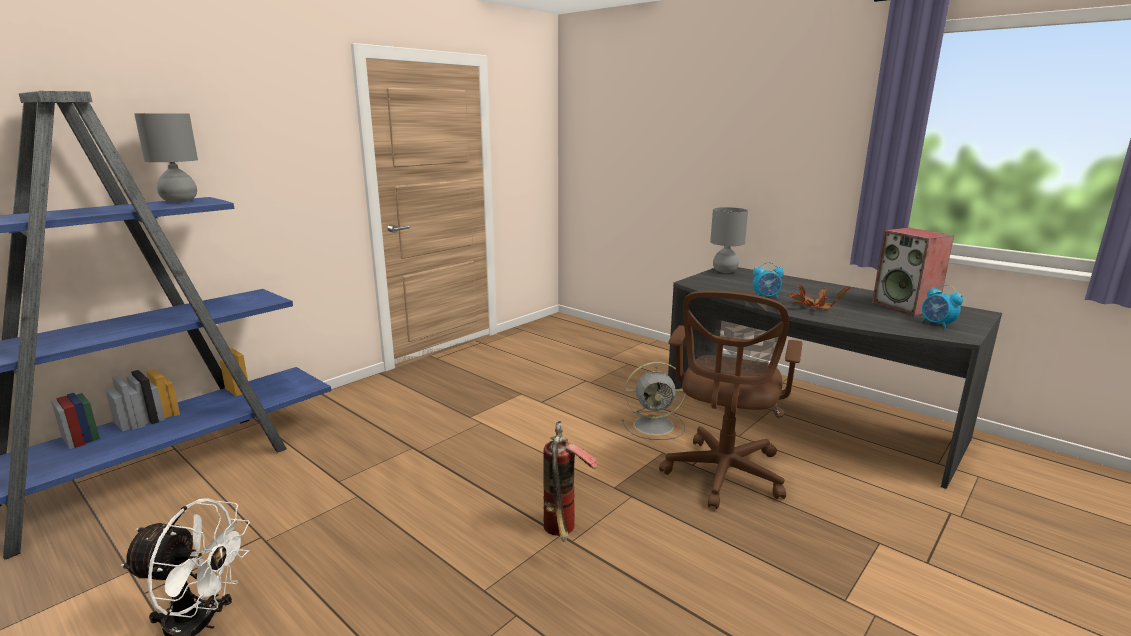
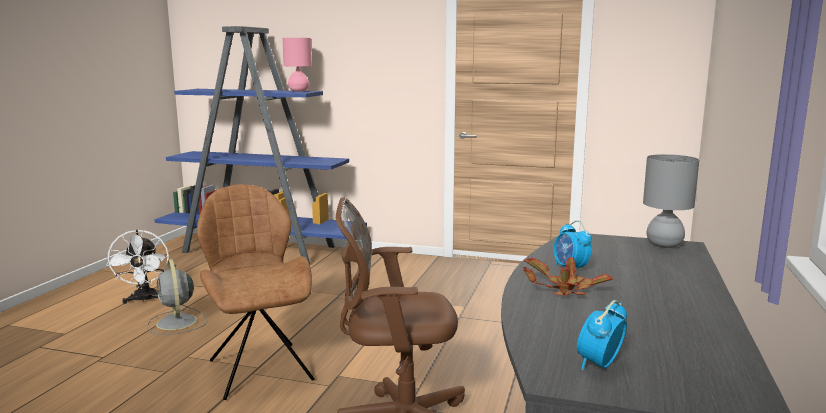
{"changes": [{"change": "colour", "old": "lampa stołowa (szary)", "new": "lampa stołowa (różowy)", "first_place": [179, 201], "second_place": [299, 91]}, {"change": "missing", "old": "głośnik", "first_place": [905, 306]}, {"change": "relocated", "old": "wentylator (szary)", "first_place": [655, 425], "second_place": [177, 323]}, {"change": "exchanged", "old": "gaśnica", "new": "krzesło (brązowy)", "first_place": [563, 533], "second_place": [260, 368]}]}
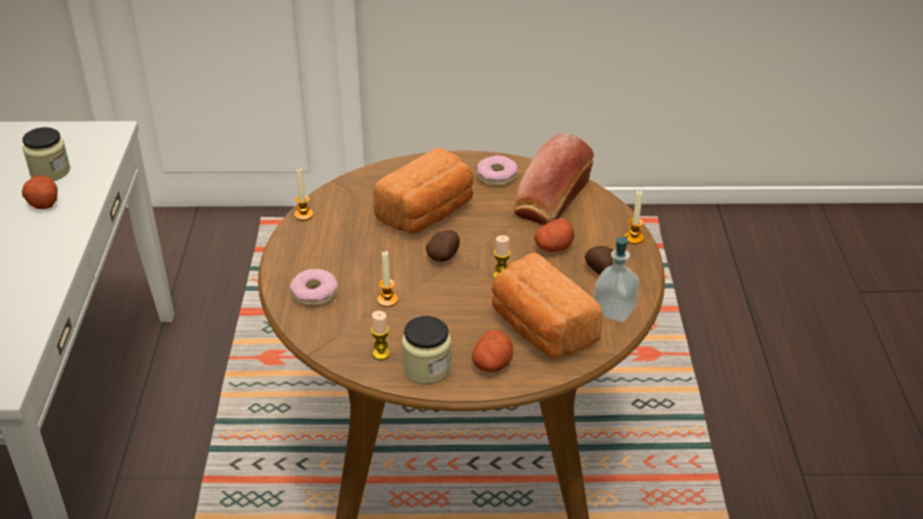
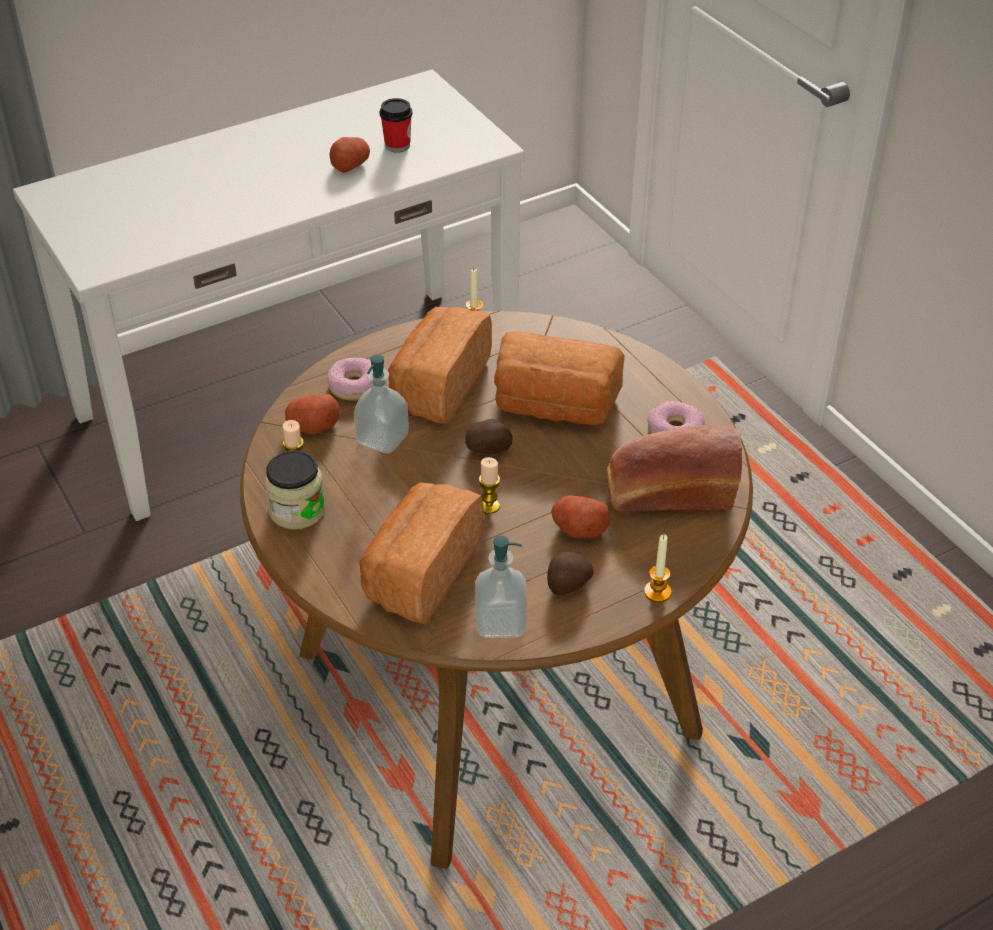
{"changes": [{"change": "exchanged", "old": "słoik", "new": "filiżanka", "first_place": [50, 171], "second_place": [397, 146]}, {"change": "exchanged", "old": "świeca", "new": "dozownik mydła", "first_place": [387, 300], "second_place": [382, 439]}, {"change": "relocated", "old": "ziemniak", "first_place": [492, 364], "second_place": [313, 426]}, {"change": "appeared", "new": "chleb", "second_place": [438, 385]}]}
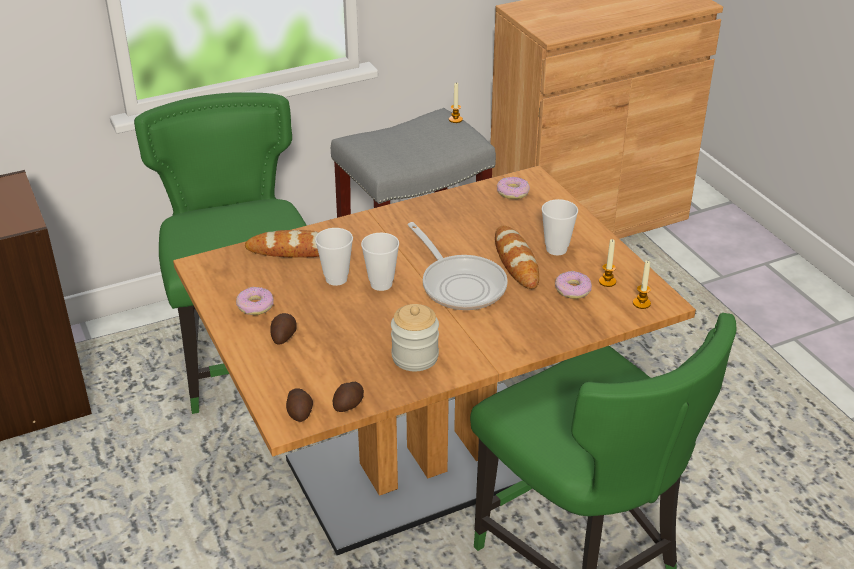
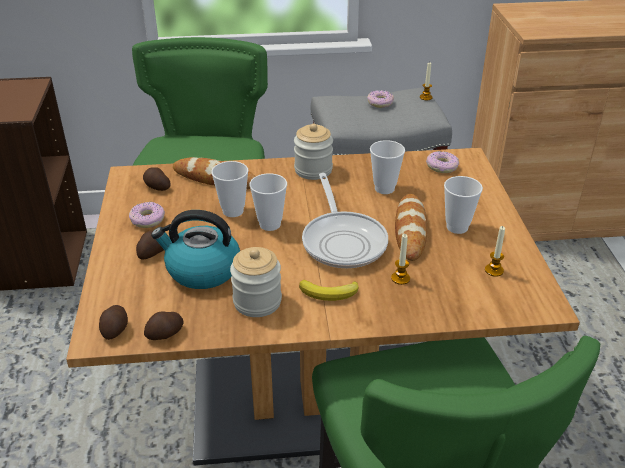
{"changes": [{"change": "relocated", "old": "świeca", "first_place": [641, 303], "second_place": [400, 278]}, {"change": "relocated", "old": "donut", "first_place": [572, 290], "second_place": [380, 103]}, {"change": "appeared", "new": "słoik", "second_place": [313, 170]}, {"change": "appeared", "new": "filiżanka", "second_place": [384, 188]}, {"change": "appeared", "new": "ziemniak", "second_place": [157, 187]}, {"change": "appeared", "new": "czajnik", "second_place": [202, 270]}, {"change": "appeared", "new": "banan", "second_place": [330, 293]}]}
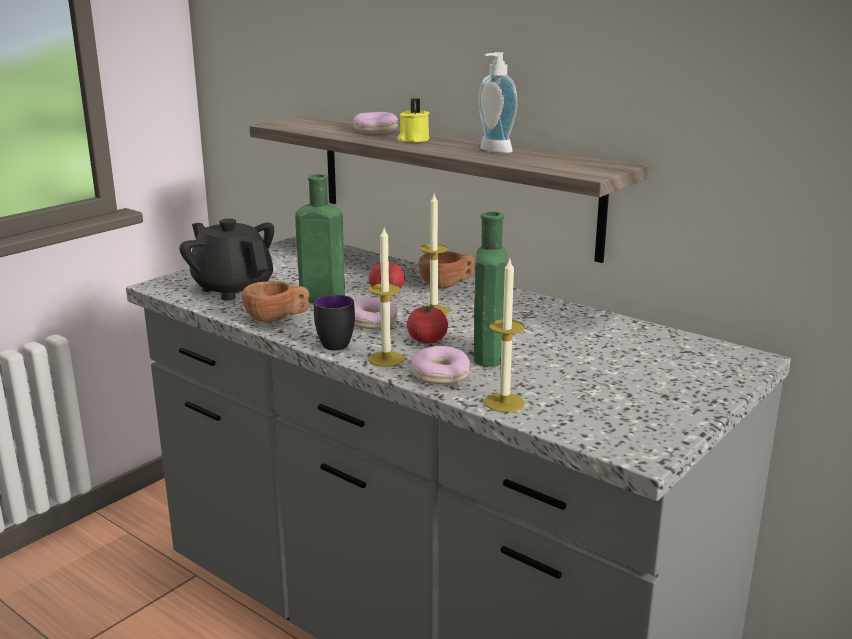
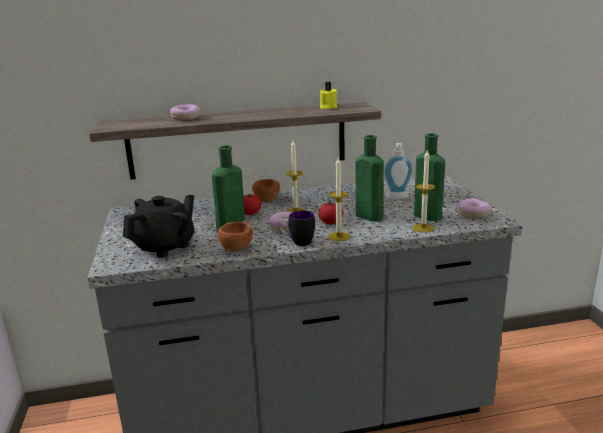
{"changes": [{"change": "relocated", "old": "dozownik mydła", "first_place": [493, 151], "second_place": [398, 198]}, {"change": "relocated", "old": "świeca (żółty)", "first_place": [413, 140], "second_place": [327, 107]}, {"change": "spun", "old": "imbryk (czarny)", "first_place": [233, 289], "second_place": [165, 247], "degrees": 135}, {"change": "relocated", "old": "donut", "first_place": [440, 375], "second_place": [473, 213]}, {"change": "appeared", "new": "butelka (zielony)", "second_place": [429, 216]}]}
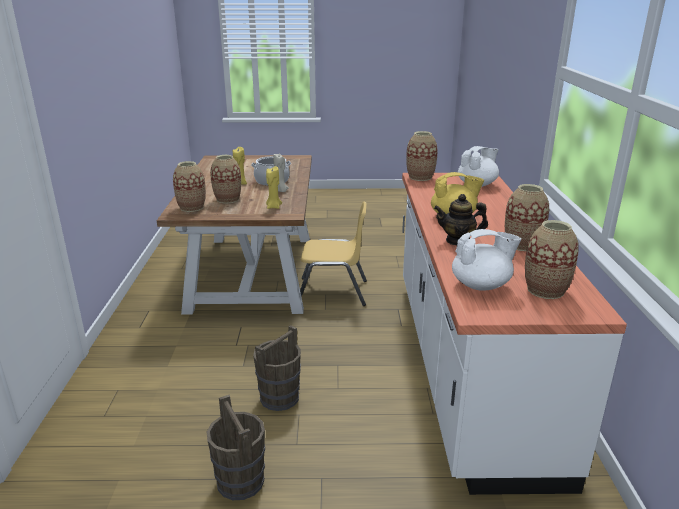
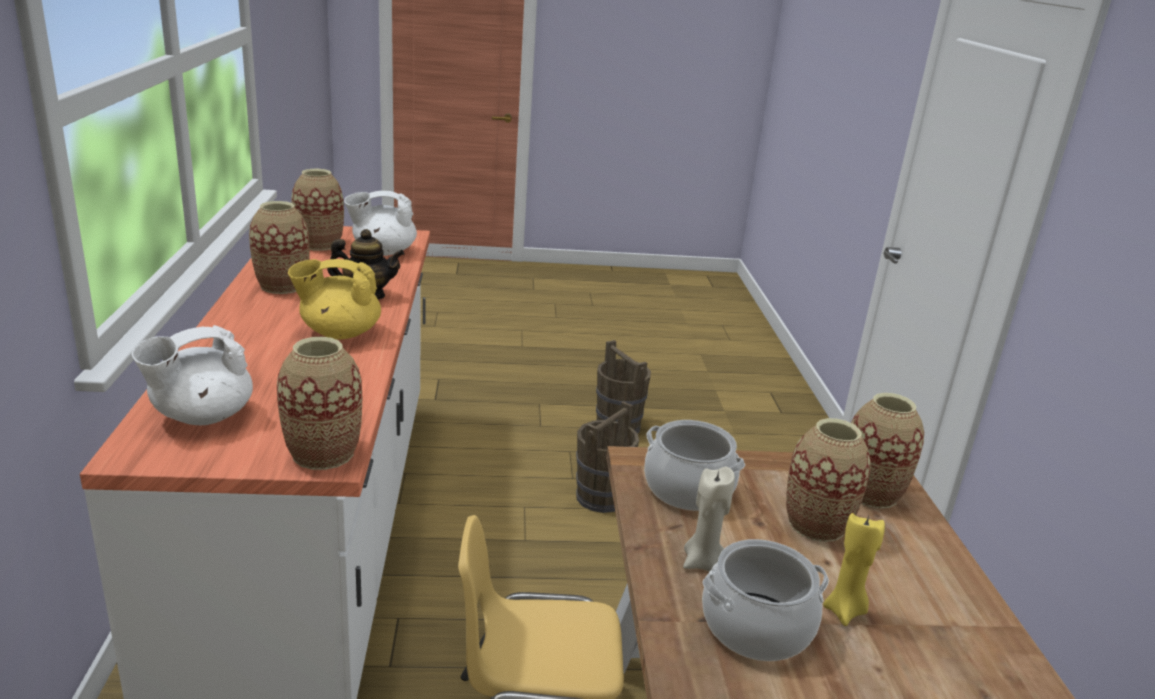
{"changes": [{"change": "exchanged", "old": "świeca (żółty)", "new": "garnek", "first_place": [273, 207], "second_place": [687, 489]}]}
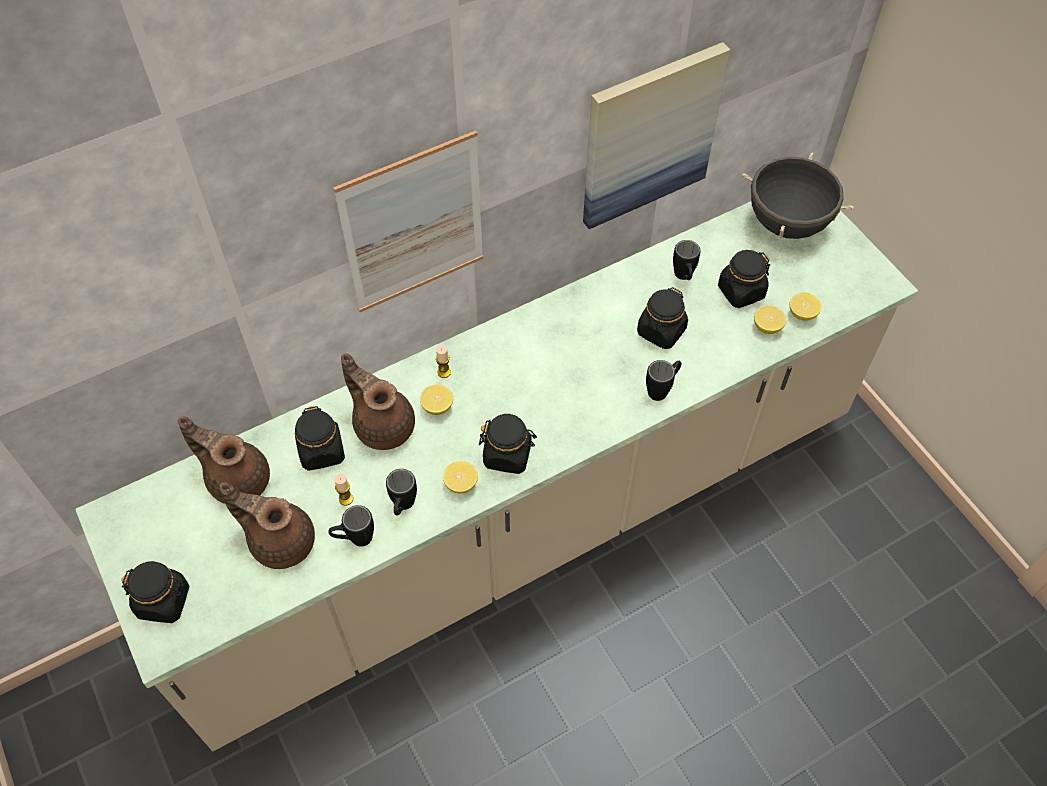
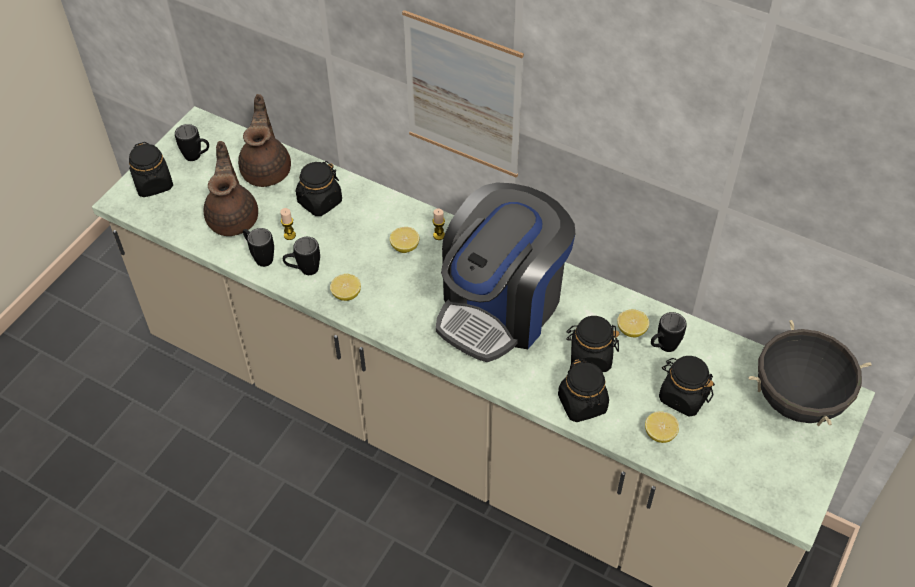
{"changes": [{"change": "missing", "old": "obraz", "first_place": [649, 136]}, {"change": "relocated", "old": "cytryna", "first_place": [802, 314], "second_place": [631, 330]}, {"change": "missing", "old": "imbryk (brązowy)", "first_place": [383, 424]}, {"change": "relocated", "old": "kubek (czarny)", "first_place": [662, 389], "second_place": [197, 157]}, {"change": "relocated", "old": "słoik (czarny)", "first_place": [507, 455], "second_place": [582, 404]}, {"change": "appeared", "new": "ekspres do kawy", "second_place": [501, 306]}]}
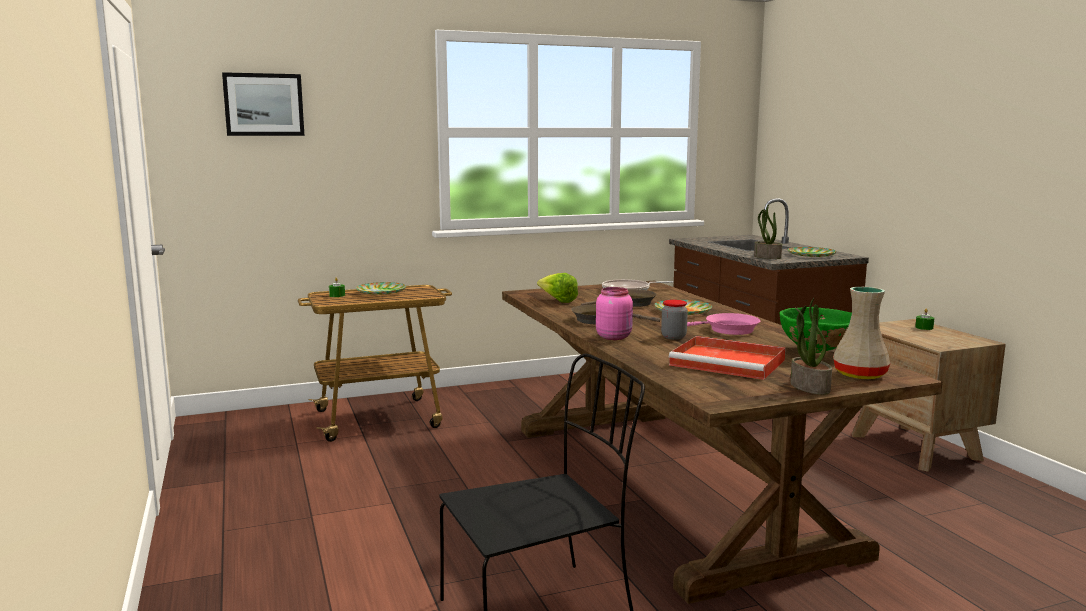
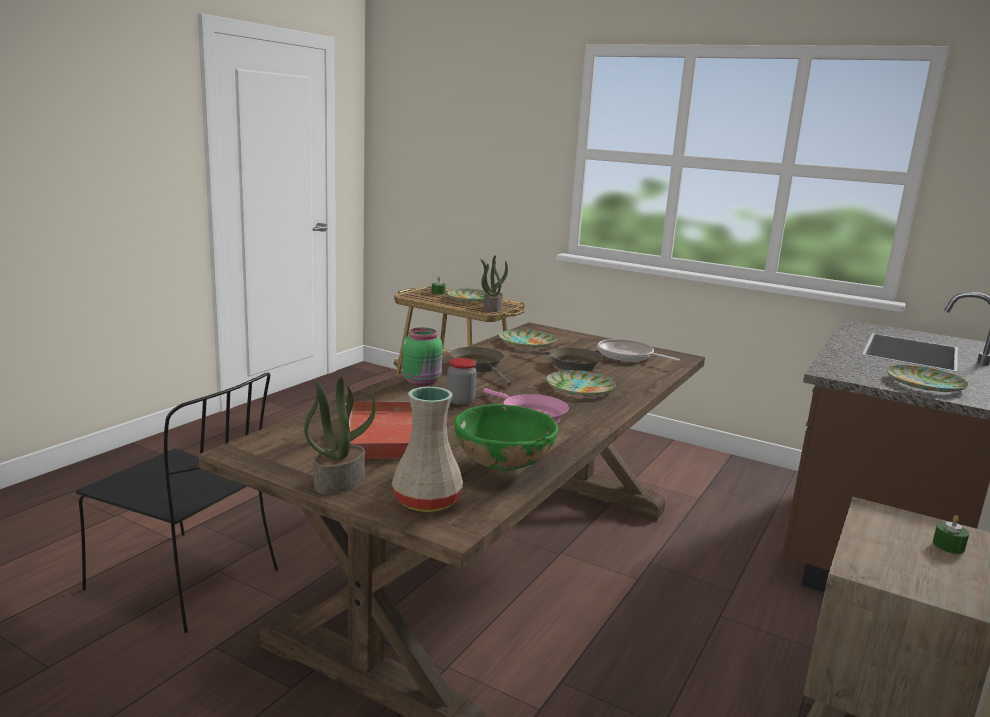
{"changes": [{"change": "missing", "old": "obraz", "first_place": [264, 104]}, {"change": "relocated", "old": "roślina doniczkowa", "first_place": [766, 257], "second_place": [492, 308]}, {"change": "exchanged", "old": "sałata", "new": "talerz", "first_place": [557, 301], "second_place": [527, 342]}, {"change": "colour", "old": "słoik (różowy)", "new": "słoik (zielony)", "first_place": [614, 337], "second_place": [422, 381]}]}
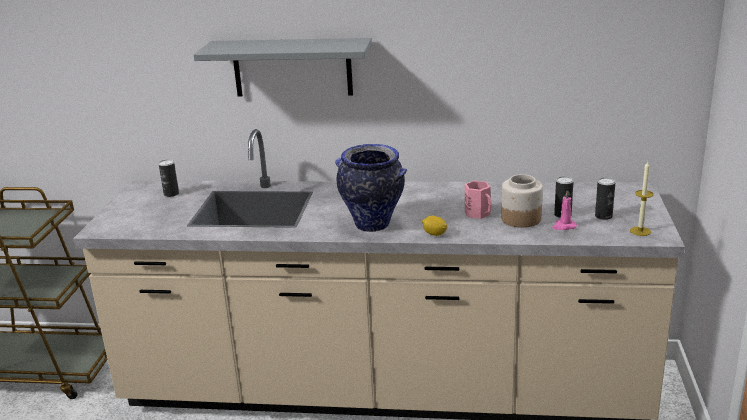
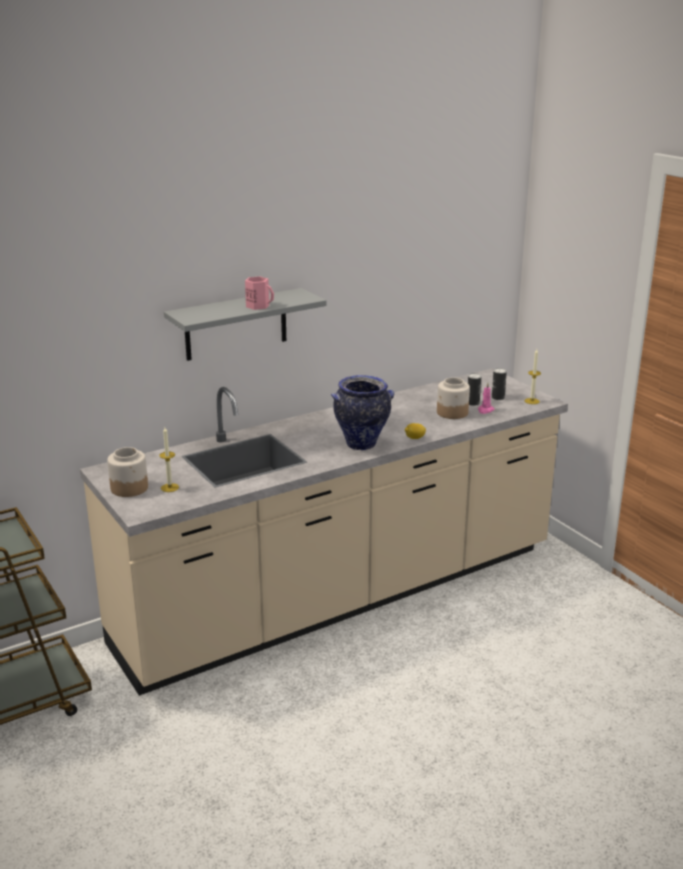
{"changes": [{"change": "missing", "old": "puszka", "first_place": [171, 194]}, {"change": "relocated", "old": "kubek (różowy)", "first_place": [478, 213], "second_place": [259, 306]}, {"change": "appeared", "new": "świeca", "second_place": [170, 487]}, {"change": "appeared", "new": "słoik", "second_place": [129, 488]}]}
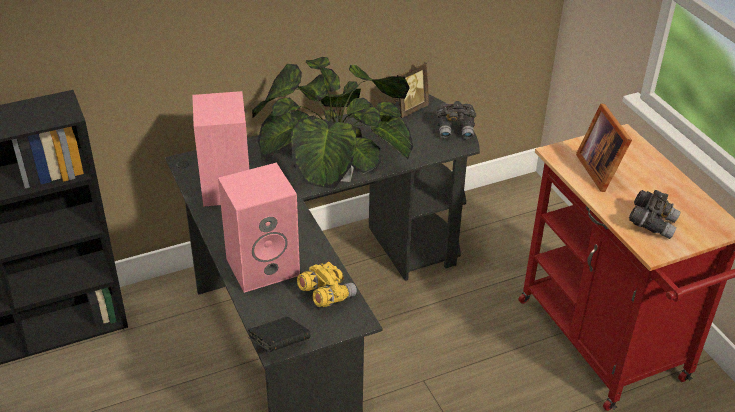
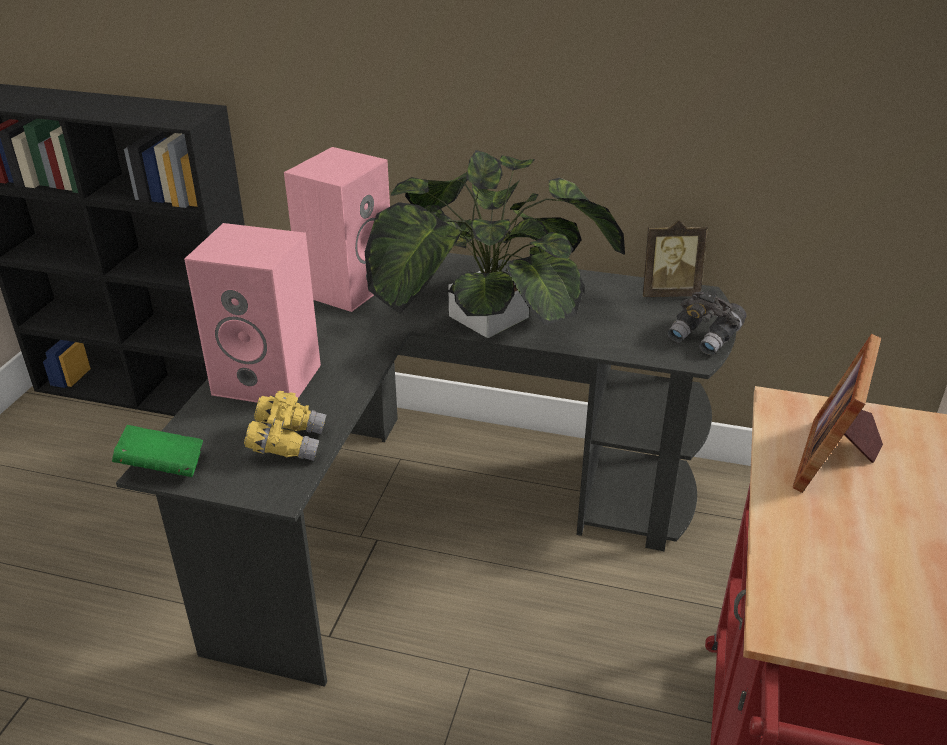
{"changes": [{"change": "missing", "old": "lornetka (szary)", "first_place": [651, 223]}, {"change": "colour", "old": "książka (czarny)", "new": "książka (zielony)", "first_place": [279, 344], "second_place": [163, 468]}]}
